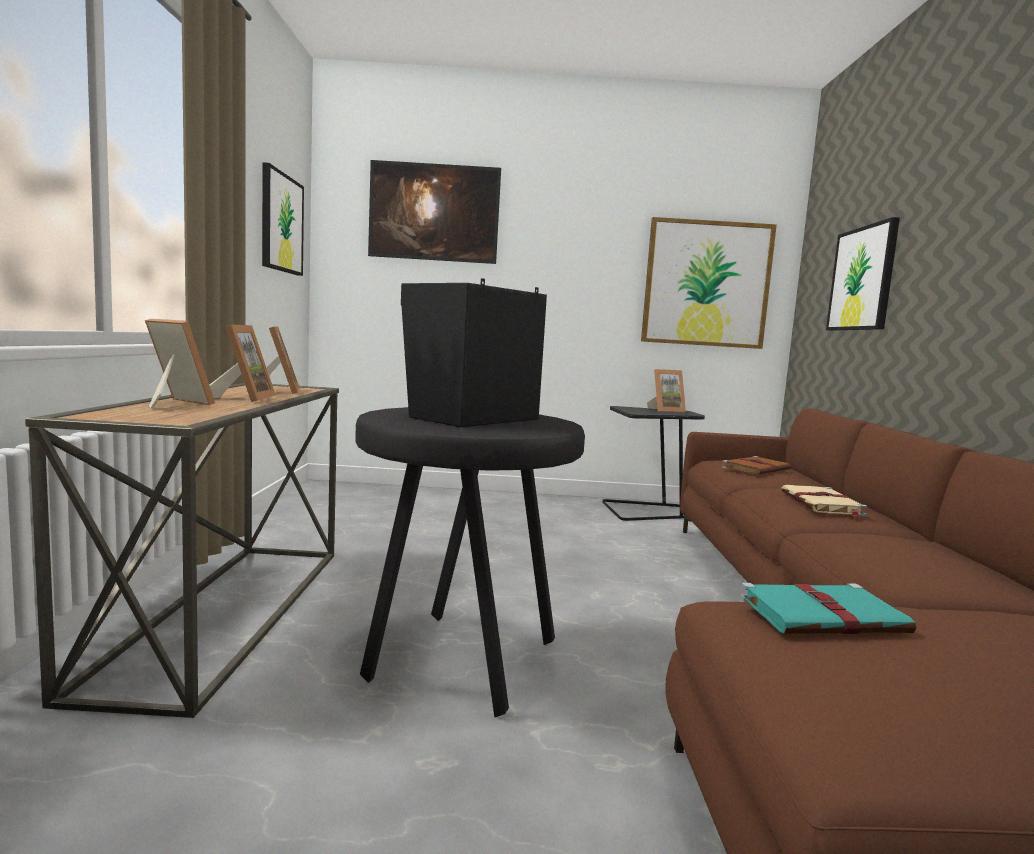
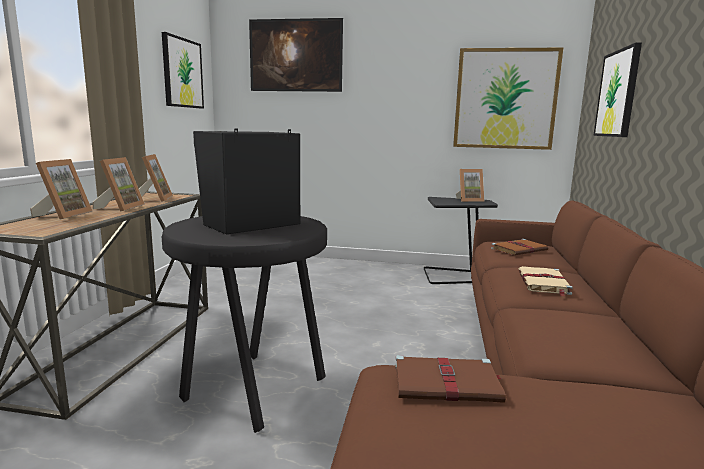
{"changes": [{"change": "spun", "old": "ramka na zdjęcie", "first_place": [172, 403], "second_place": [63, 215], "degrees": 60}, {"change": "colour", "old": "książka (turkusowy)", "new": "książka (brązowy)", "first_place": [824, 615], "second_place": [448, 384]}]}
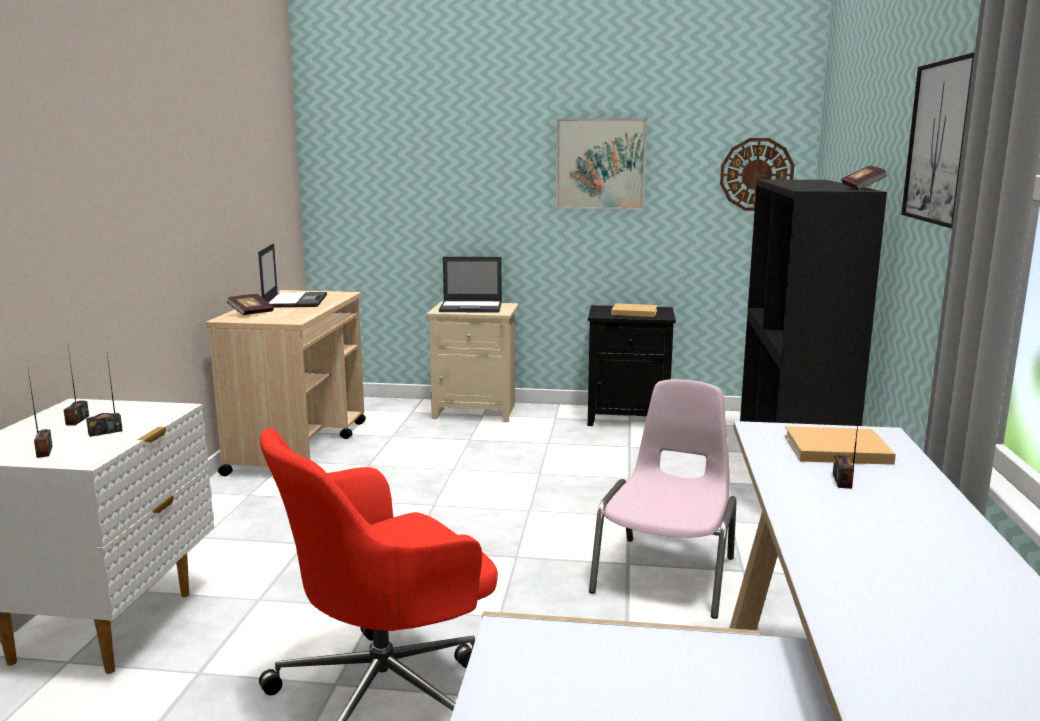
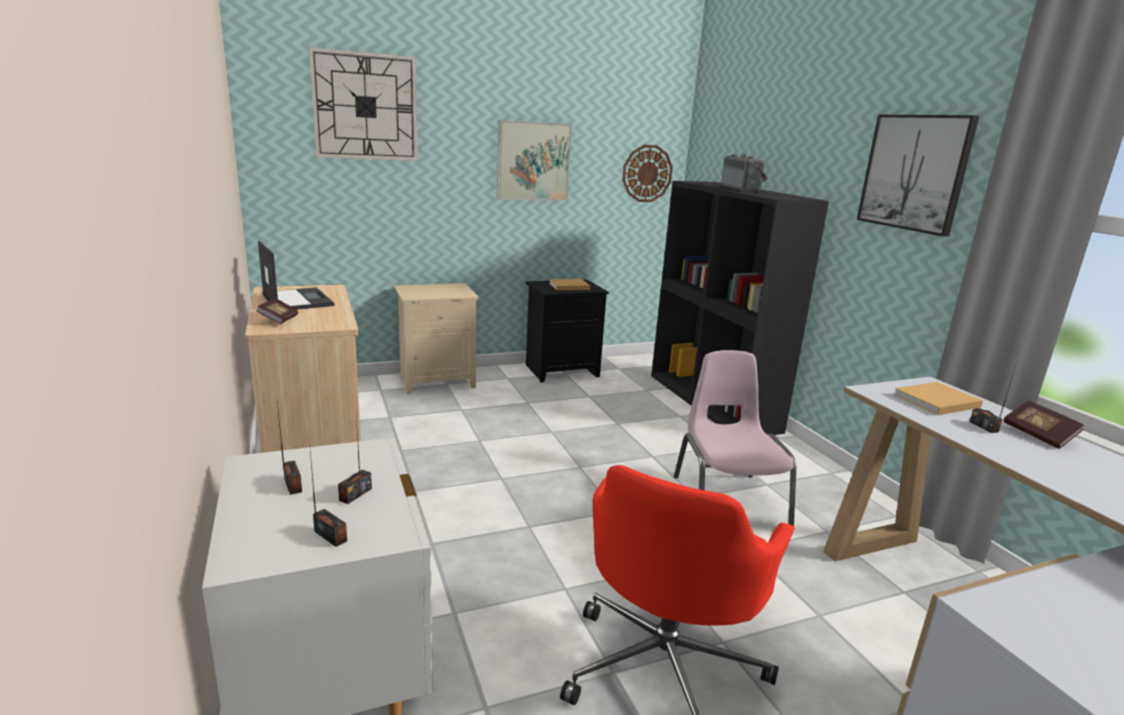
{"changes": [{"change": "relocated", "old": "książka", "first_place": [862, 189], "second_place": [1038, 435]}, {"change": "missing", "old": "laptop", "first_place": [472, 307]}, {"change": "appeared", "new": "zegar ścienny", "second_place": [365, 107]}, {"change": "appeared", "new": "radio", "second_place": [743, 189]}]}
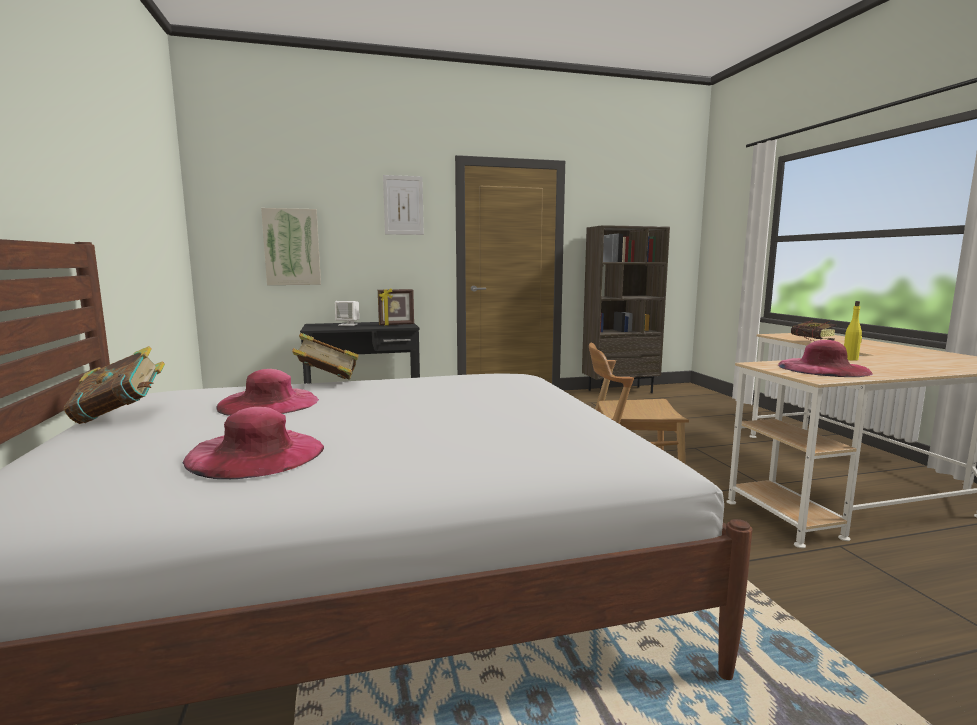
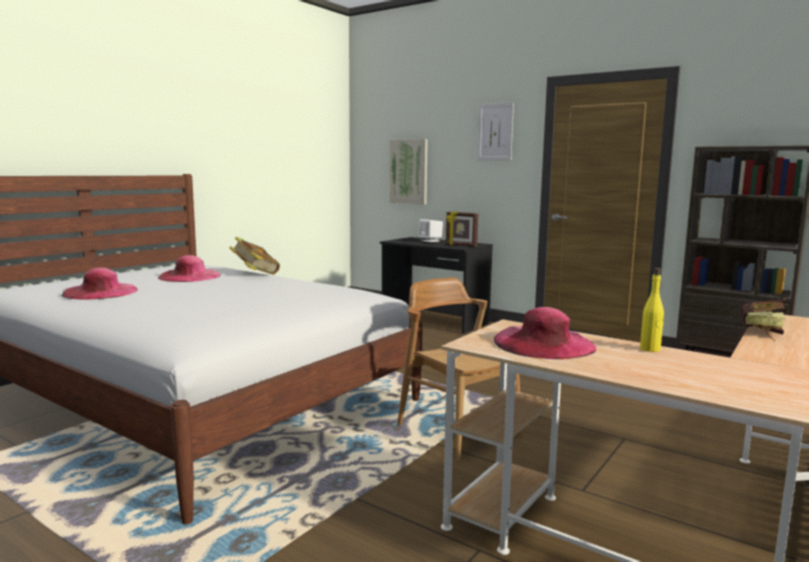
{"changes": [{"change": "missing", "old": "książka", "first_place": [120, 416]}]}
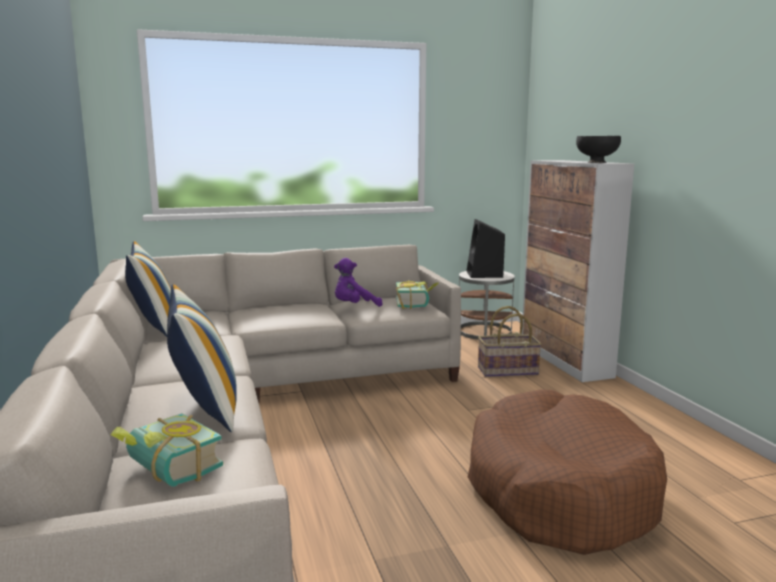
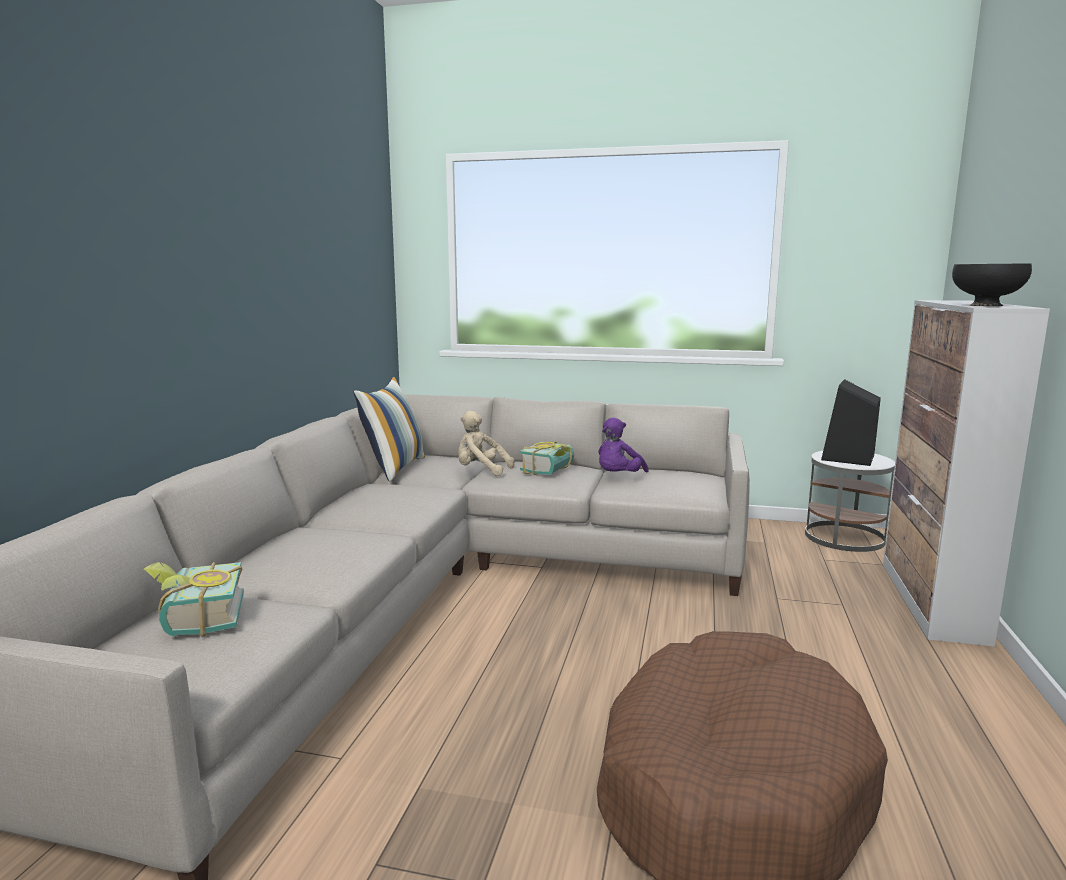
{"changes": [{"change": "spun", "old": "pluszak (fioletowy)", "first_place": [354, 307], "second_place": [618, 477], "degrees": -60}, {"change": "relocated", "old": "książka", "first_place": [416, 304], "second_place": [552, 471]}, {"change": "missing", "old": "poduszka", "first_place": [205, 408]}, {"change": "missing", "old": "koszyk", "first_place": [507, 371]}, {"change": "appeared", "new": "pluszak (beżowy)", "second_place": [480, 471]}]}
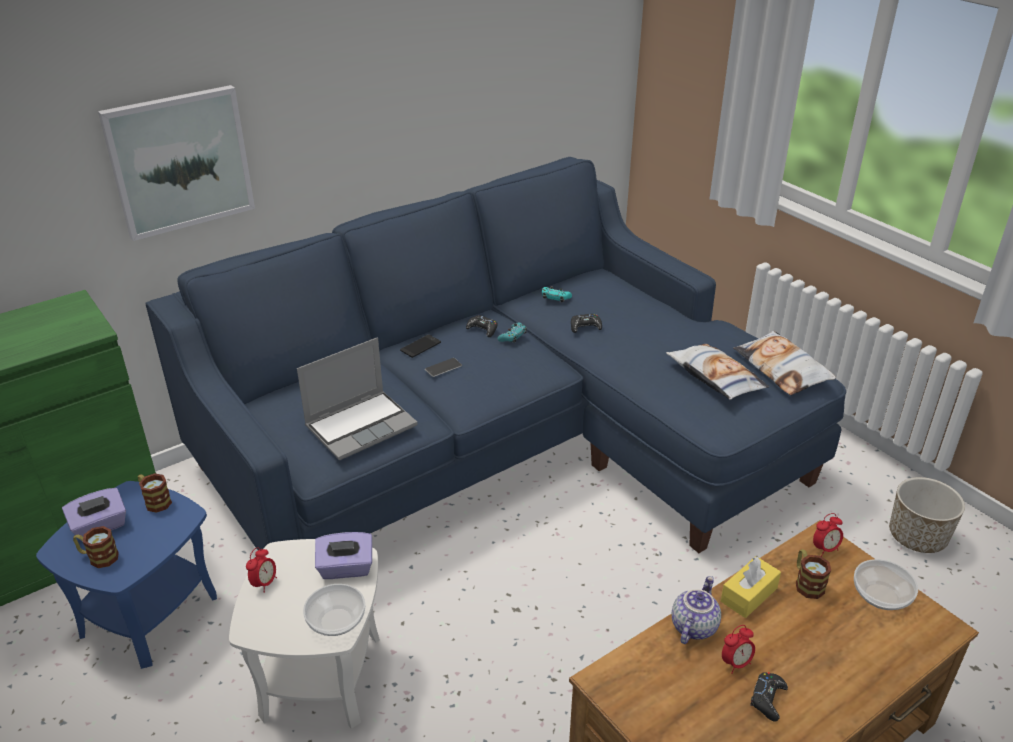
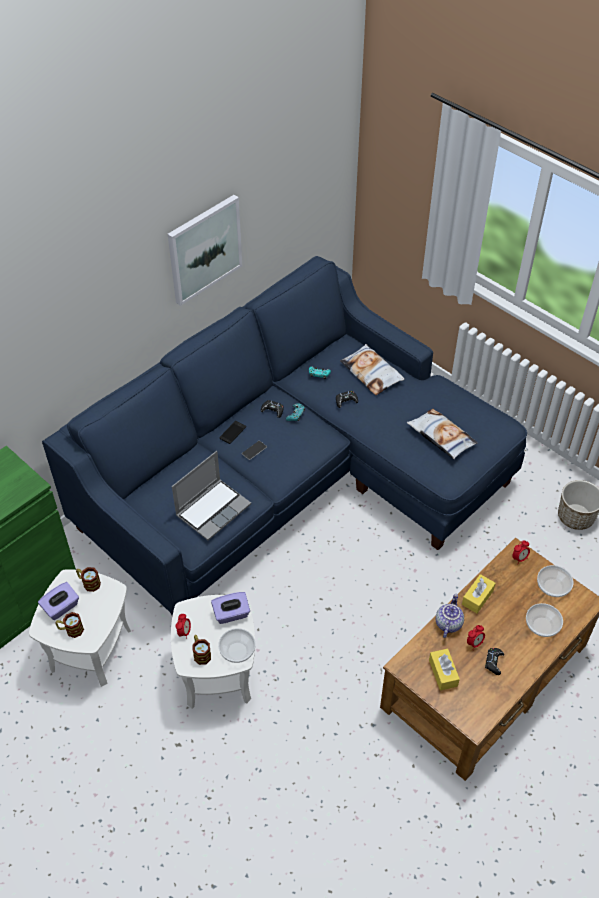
{"changes": [{"change": "relocated", "old": "obraz", "first_place": [180, 161], "second_place": [204, 249]}, {"change": "relocated", "old": "poduszka", "first_place": [782, 369], "second_place": [371, 373]}, {"change": "colour", "old": "stolik (niebieski)", "new": "stolik (biały)", "first_place": [149, 614], "second_place": [90, 648]}, {"change": "relocated", "old": "kubek", "first_place": [806, 583], "second_place": [201, 653]}, {"change": "appeared", "new": "miska", "second_place": [542, 626]}, {"change": "appeared", "new": "pudełko chusteczek (żółty)", "second_place": [443, 673]}]}
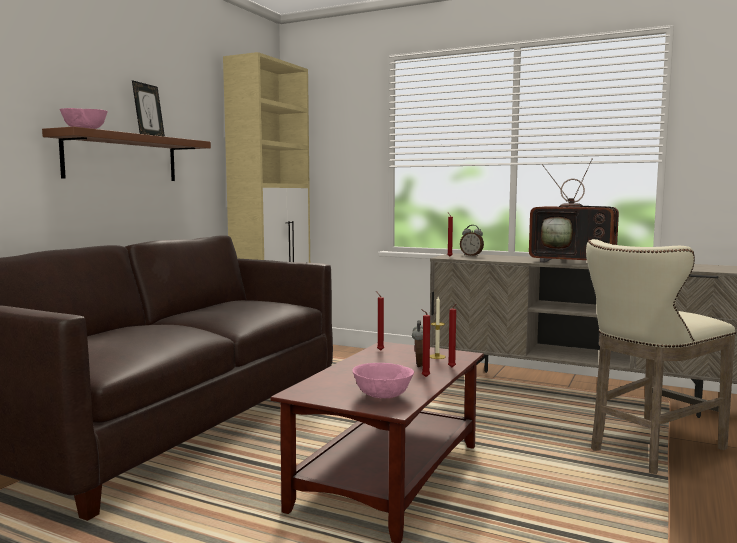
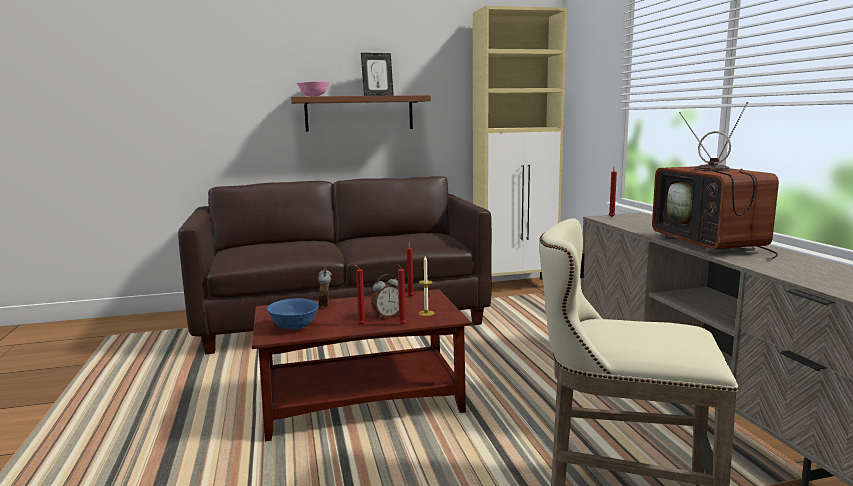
{"changes": [{"change": "relocated", "old": "budzik", "first_place": [471, 255], "second_place": [326, 305]}, {"change": "colour", "old": "miska (różowy)", "new": "miska (niebieski)", "first_place": [383, 396], "second_place": [295, 327]}]}
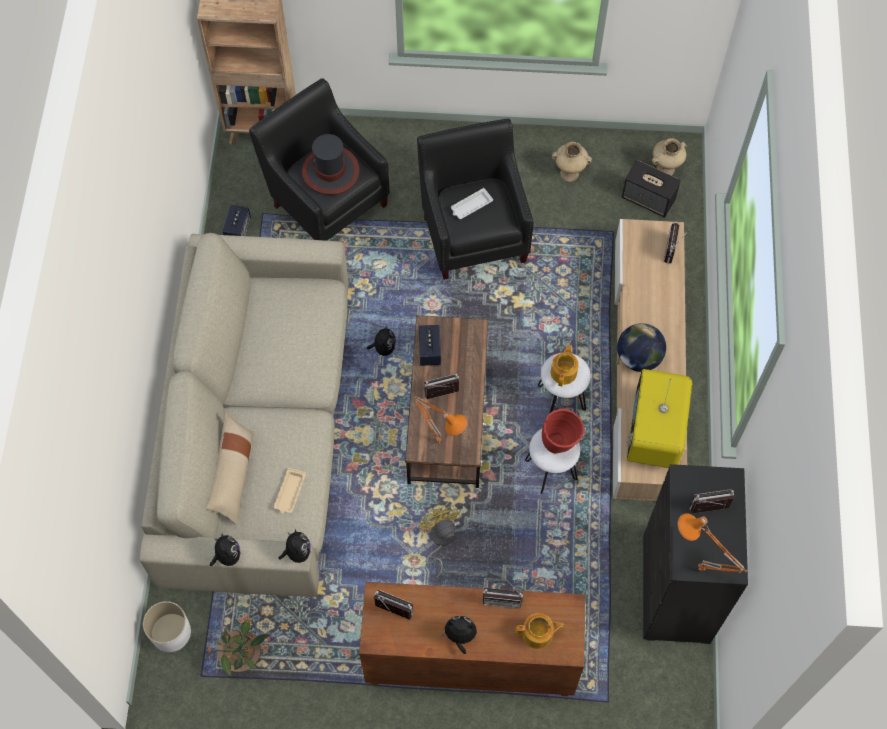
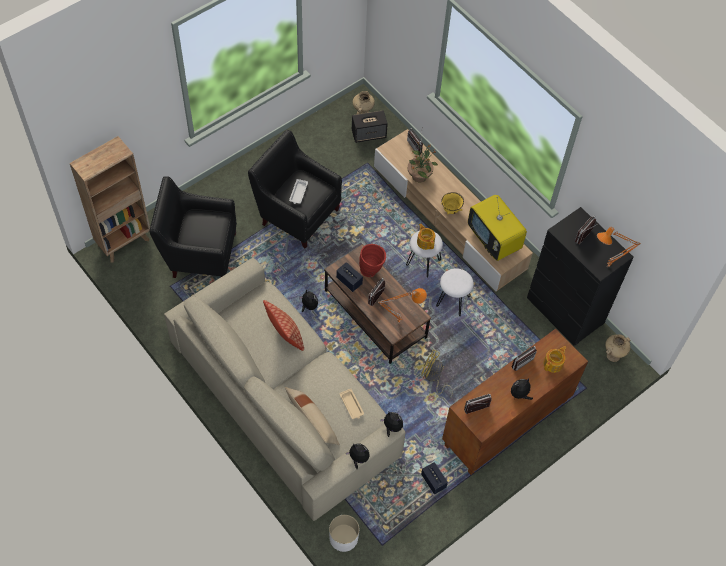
{"changes": [{"change": "missing", "old": "kapelusz", "first_place": [331, 171]}, {"change": "relocated", "old": "wazon (beżowy)", "first_place": [570, 173], "second_place": [613, 355]}, {"change": "relocated", "old": "głośnik", "first_place": [238, 230], "second_place": [433, 481]}, {"change": "exchanged", "old": "globus", "new": "miska (żółty)", "first_place": [638, 358], "second_place": [451, 210]}, {"change": "relocated", "old": "wazon (czerwony)", "first_place": [560, 445], "second_place": [372, 270]}, {"change": "relocated", "old": "roślina doniczkowa", "first_place": [243, 656], "second_place": [419, 175]}, {"change": "appeared", "new": "poduszka", "second_place": [285, 336]}]}
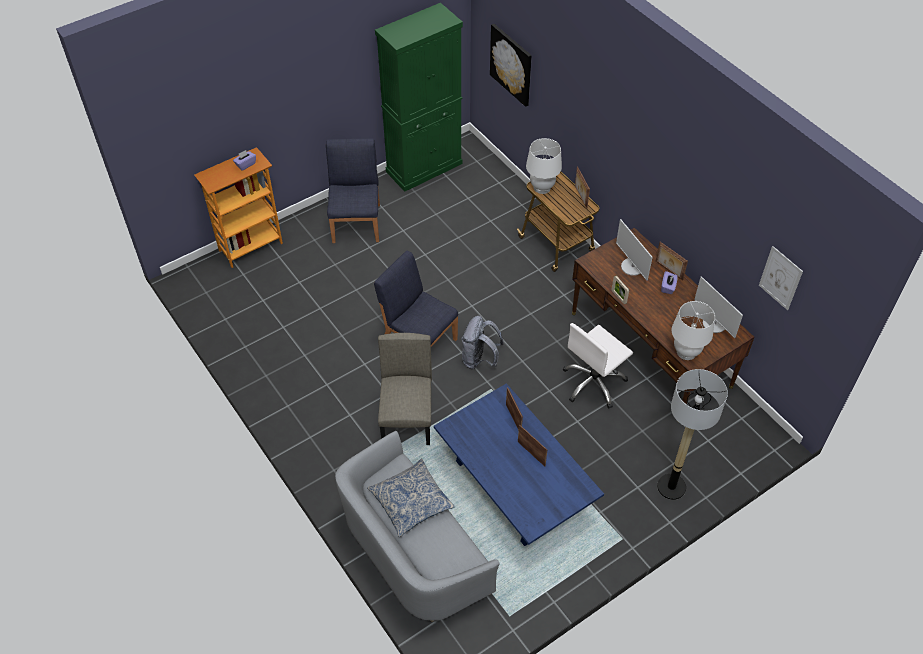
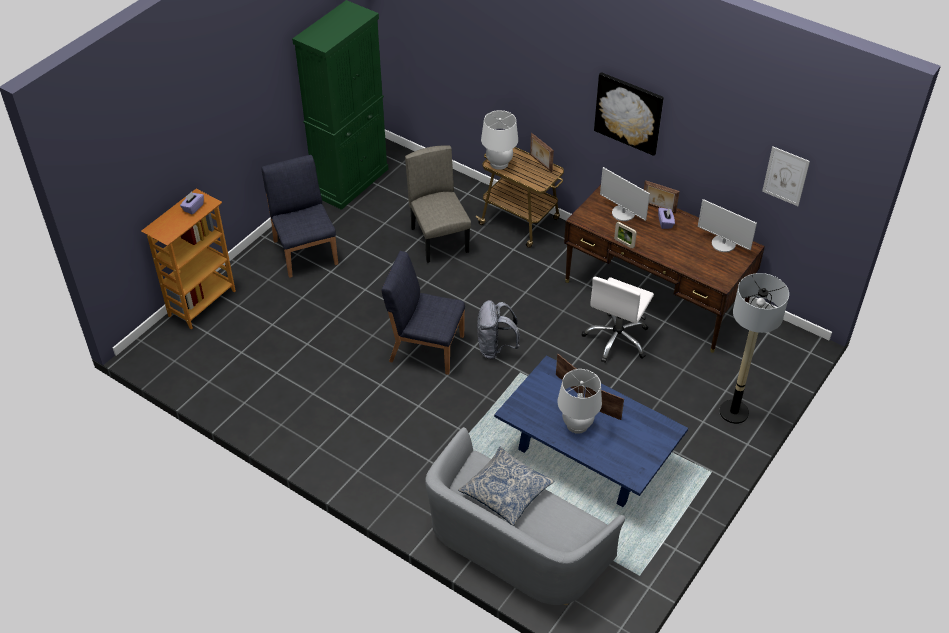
{"changes": [{"change": "relocated", "old": "obraz", "first_place": [511, 64], "second_place": [629, 113]}, {"change": "relocated", "old": "lampa stołowa (biały)", "first_place": [686, 352], "second_place": [577, 425]}, {"change": "relocated", "old": "krzesło (beżowy)", "first_place": [407, 420], "second_place": [440, 240]}]}
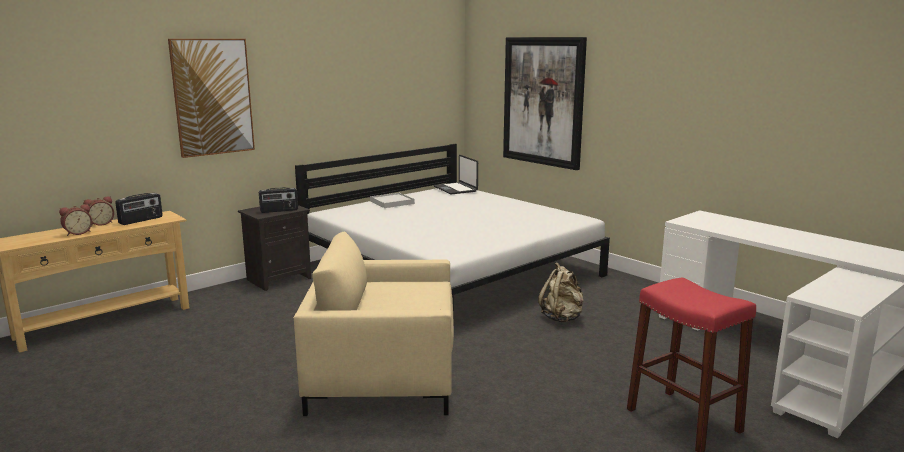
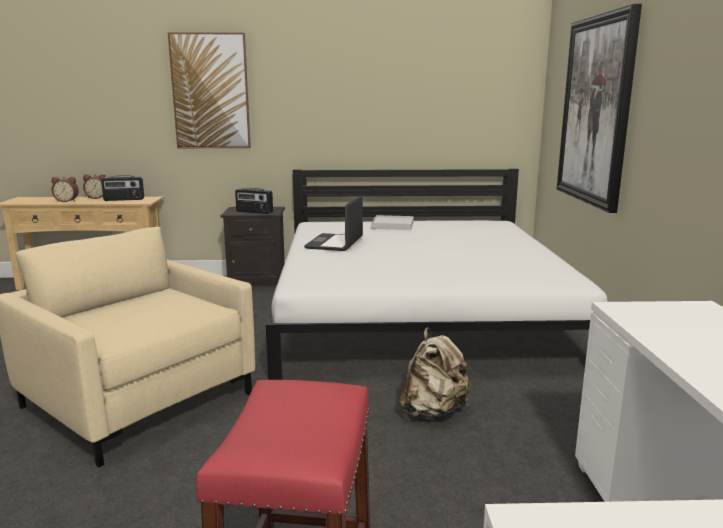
{"changes": [{"change": "relocated", "old": "laptop", "first_place": [456, 189], "second_place": [335, 243]}]}
